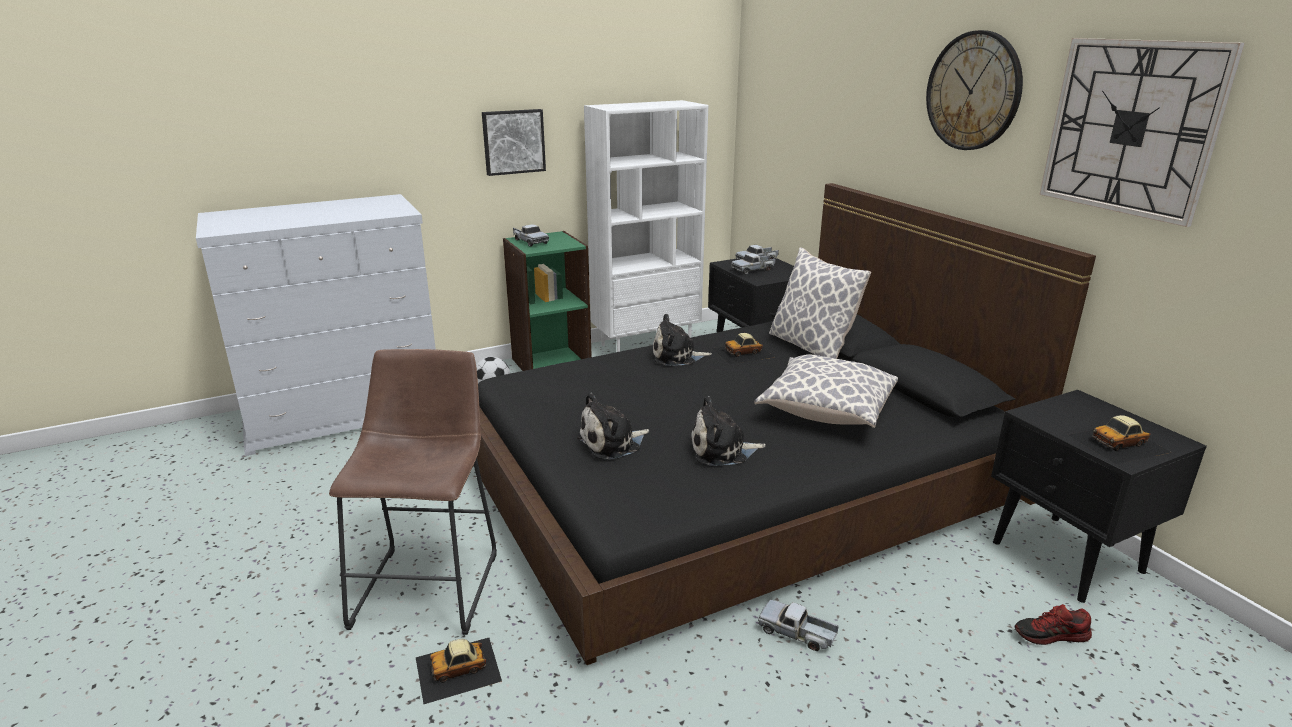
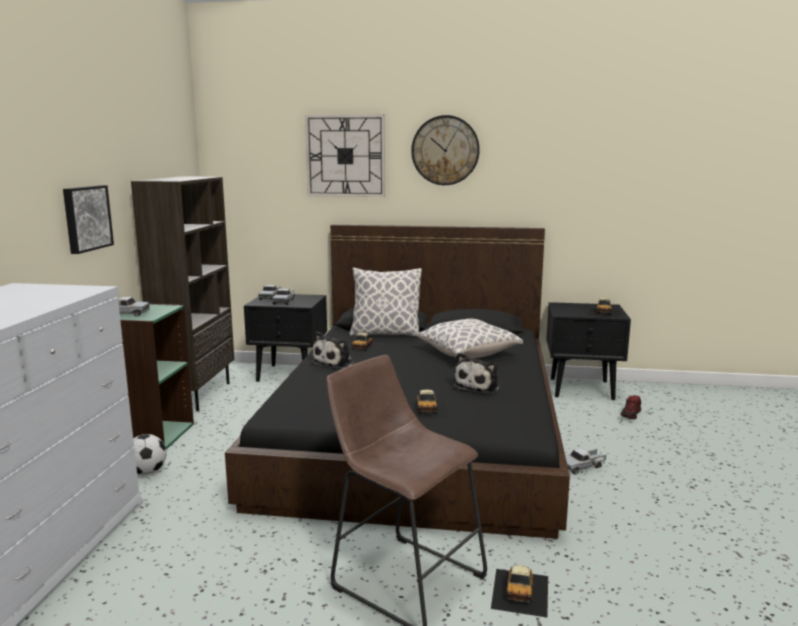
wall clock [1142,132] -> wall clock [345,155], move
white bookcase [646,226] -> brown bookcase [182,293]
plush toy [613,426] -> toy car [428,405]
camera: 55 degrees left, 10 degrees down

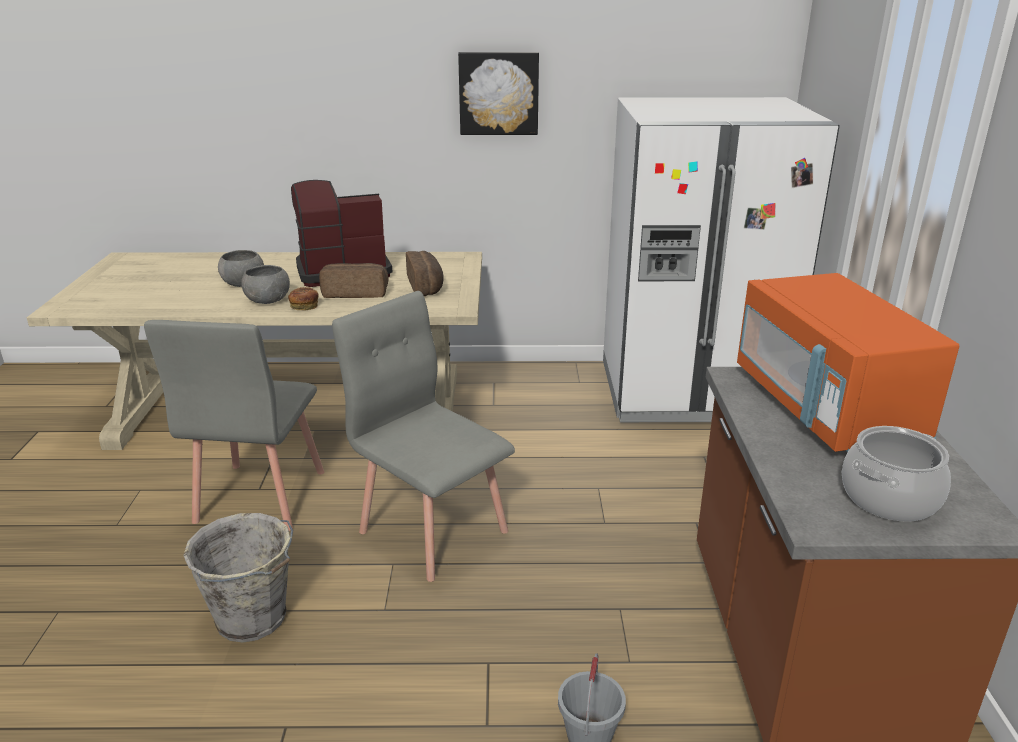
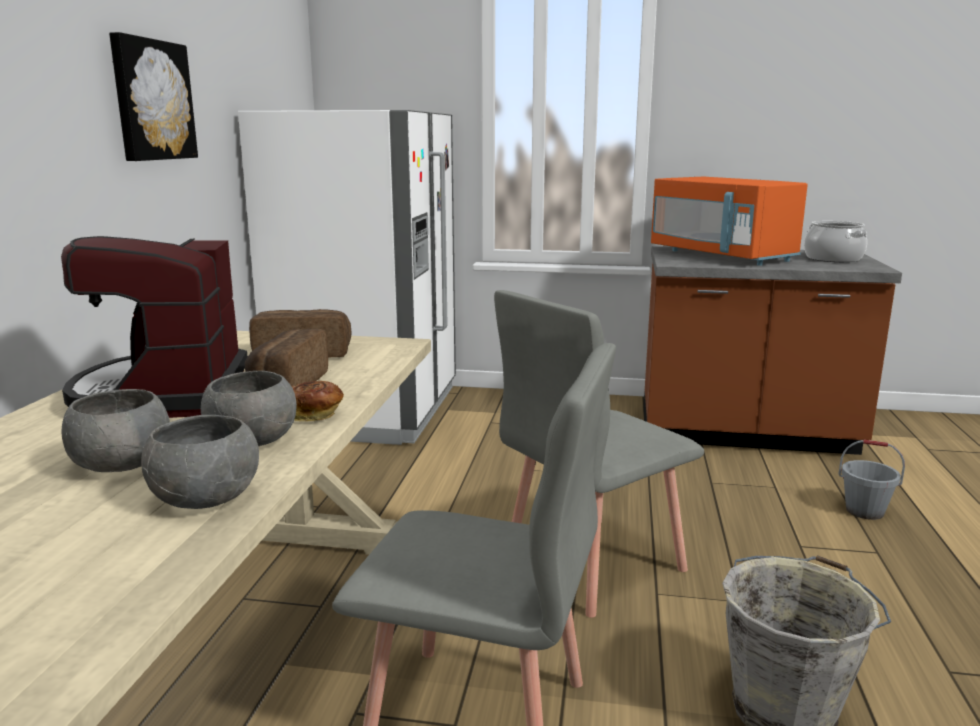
orange microwave [848,362] -> orange microwave [729,221], 60 degrees clockwise
none -> grey bowl [200,462]
camera: 80 degrees left, 10 degrees down

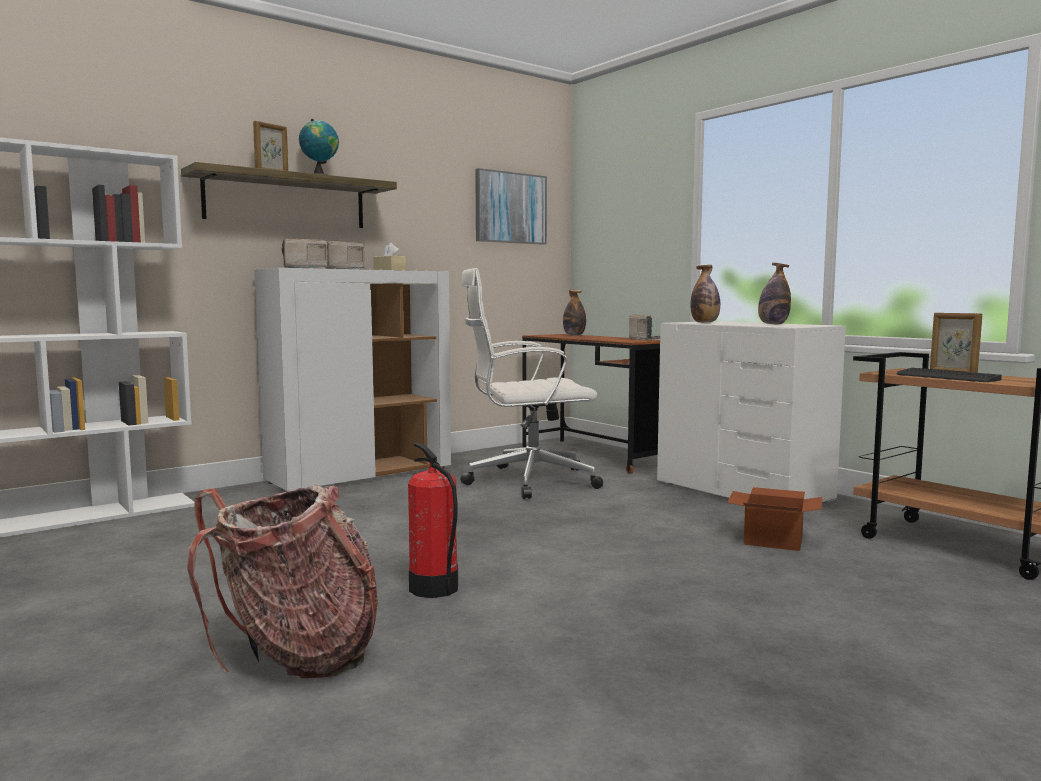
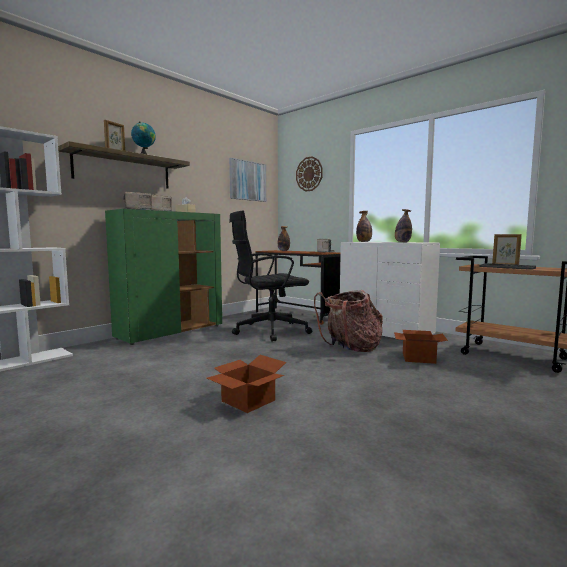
white cabinet [352,379] -> green cabinet [163,277]
white office chair [531,383] -> black office chair [270,276]
fire extinguisher [433,520] -> cardboard box [246,384]
backpack [282,581] -> backpack [348,321], move
none -> wall clock [309,174]
camera: 10 degrees left, 0 degrees up

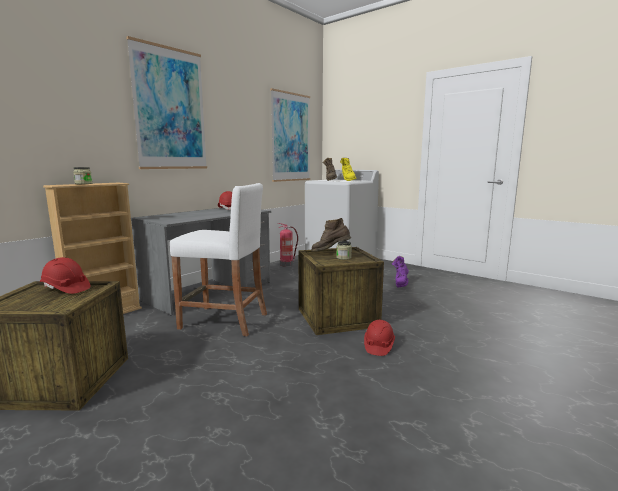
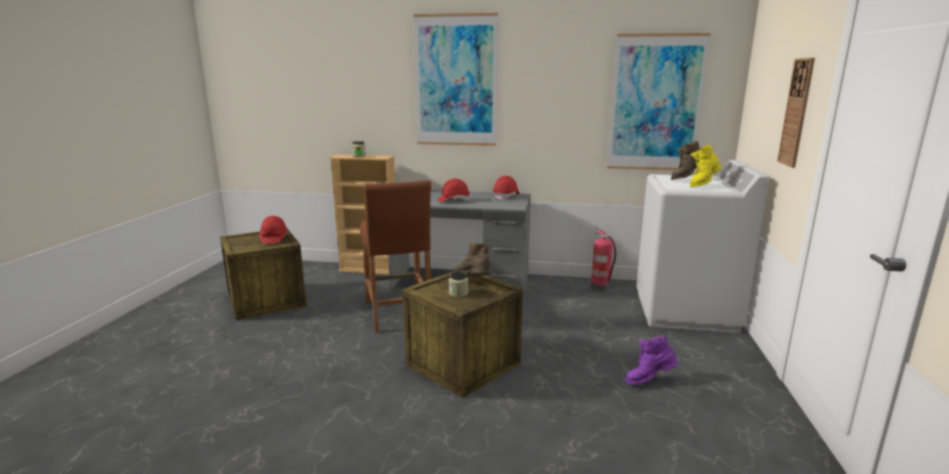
white stool [218,259] -> brown stool [395,256]
red hard hat [379,338] -> red hard hat [454,190], move
none -> wall clock [796,113]
camera: 60 degrees right, 5 degrees up

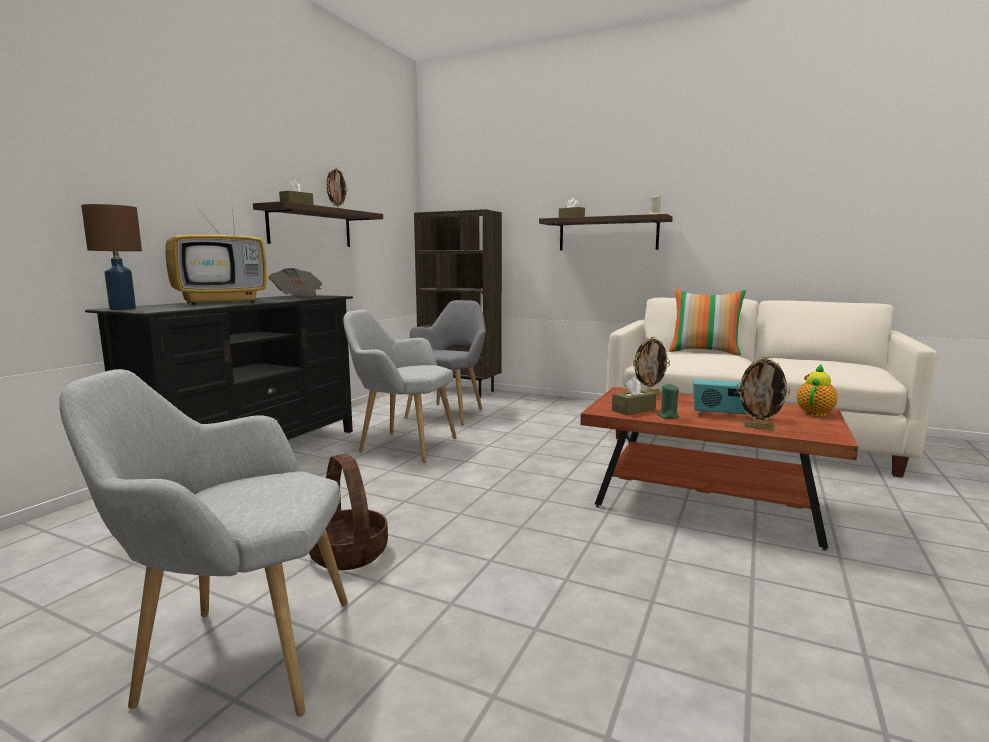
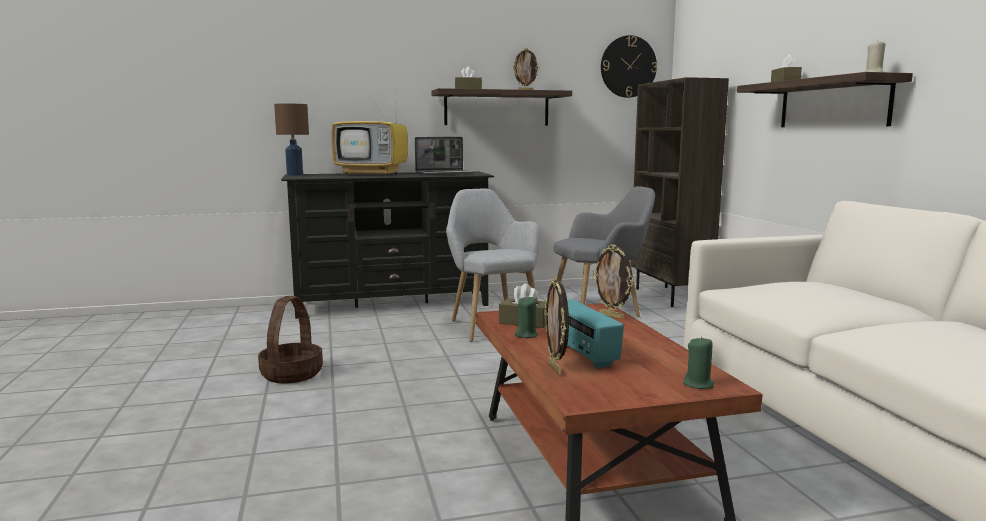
newspaper [295,282] -> laptop [444,156]
pillow [707,322] -> none
teapot [817,390] -> green candle [698,363]
grey armchair [204,543] -> none
none -> wall clock [629,66]
camera: 50 degrees right, 0 degrees up

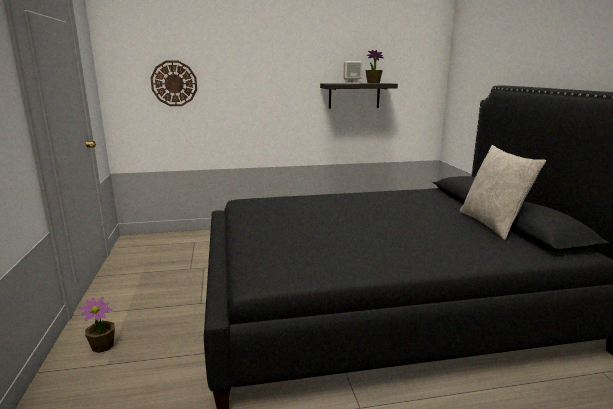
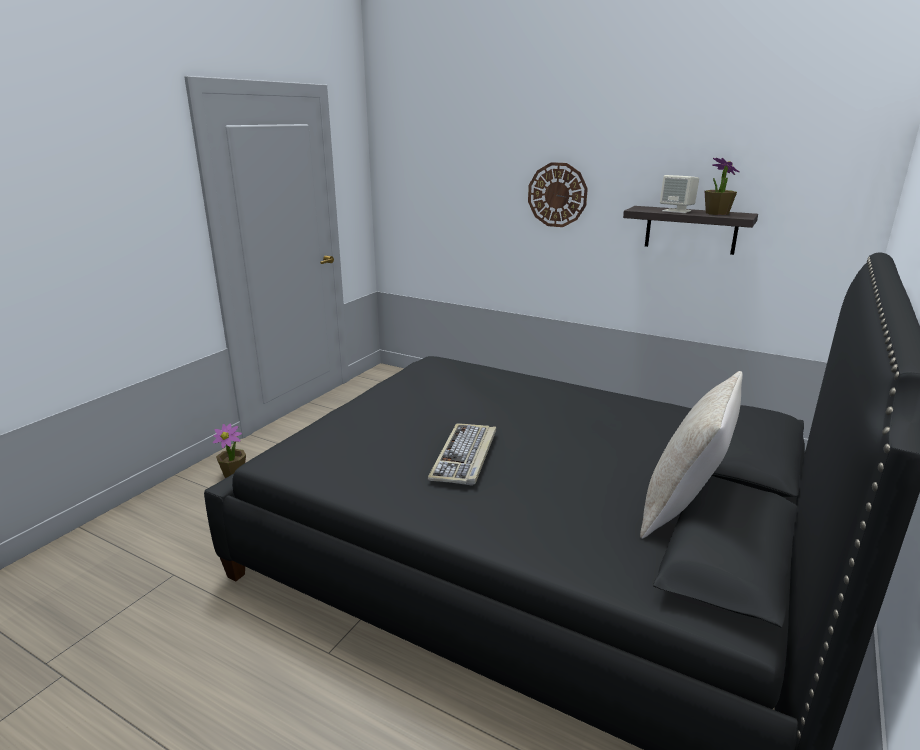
wall clock [173,83] -> wall clock [558,194], move
none -> keyboard [462,454]
camera: 40 degrees right, 5 degrees up

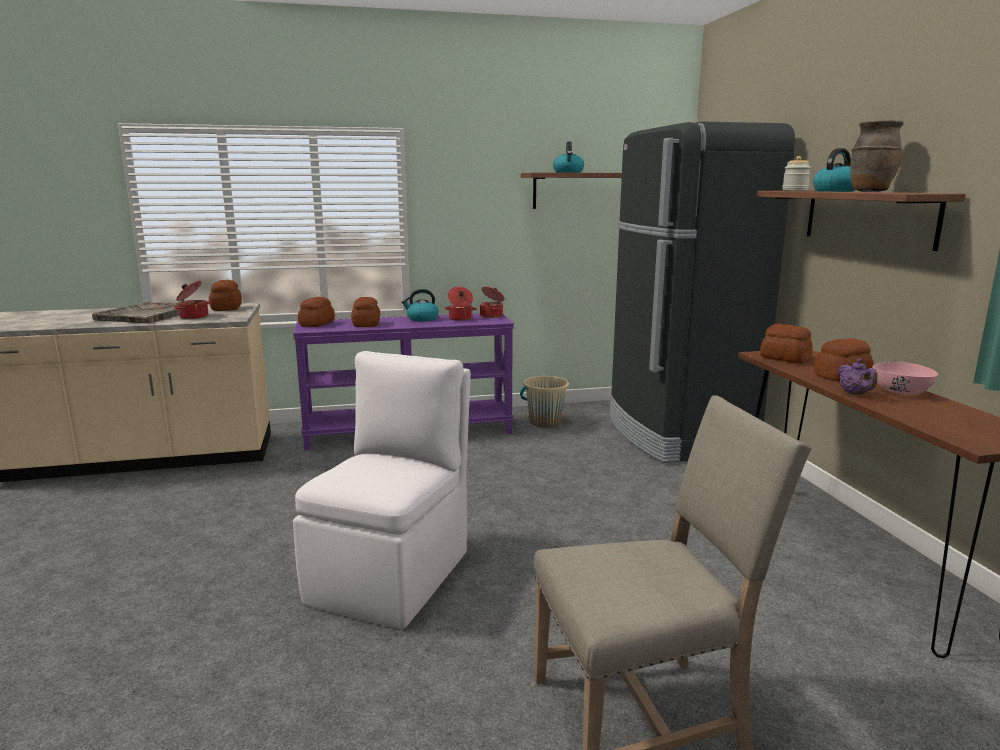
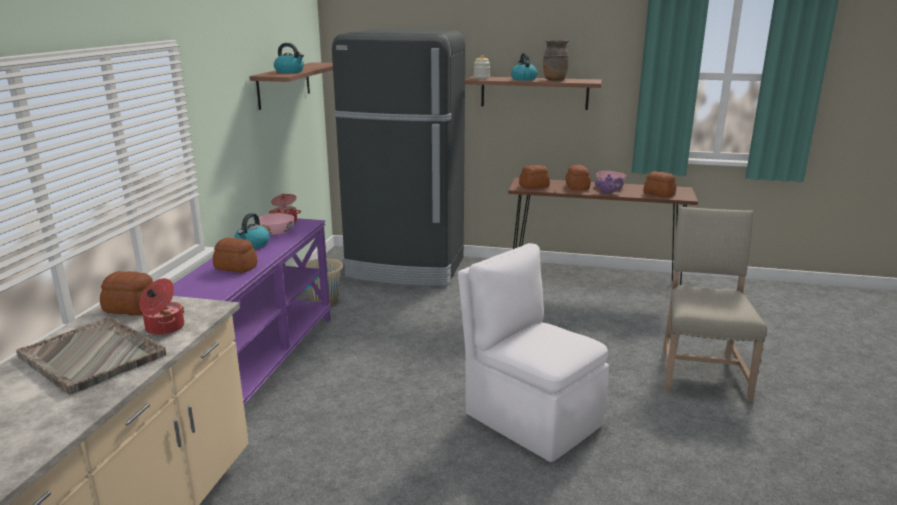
cooking pot [460,304] -> pink bowl [276,223]
bread [316,312] -> bread [659,184], move
camera: 65 degrees left, 5 degrees up

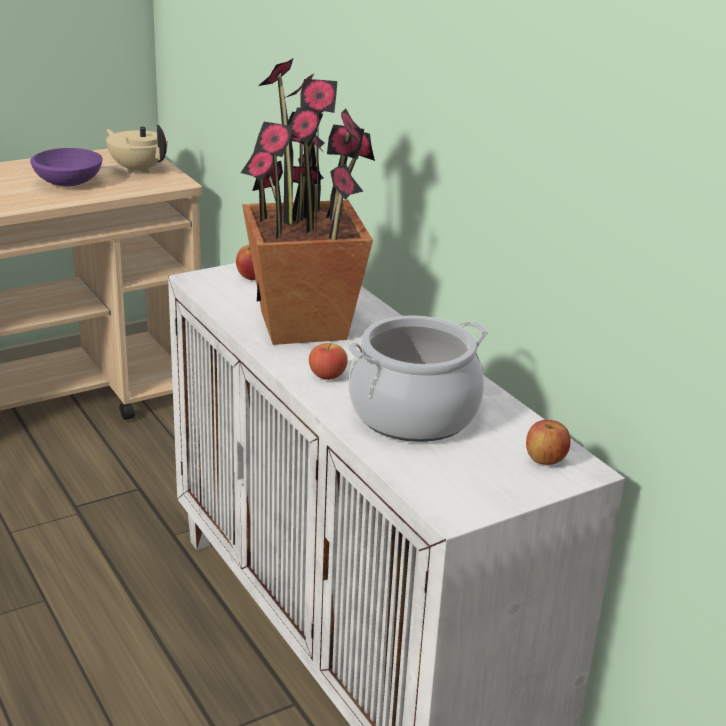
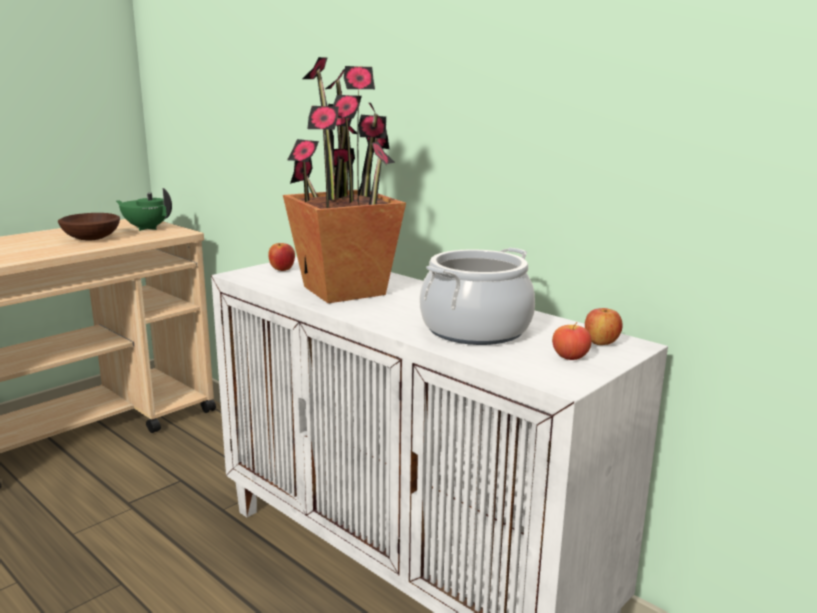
beige teapot [137,149] -> green teapot [144,209]
purple bowl [66,167] -> brown bowl [89,227]
apple [328,361] -> apple [572,341], move
camera: 15 degrees left, 10 degrees down

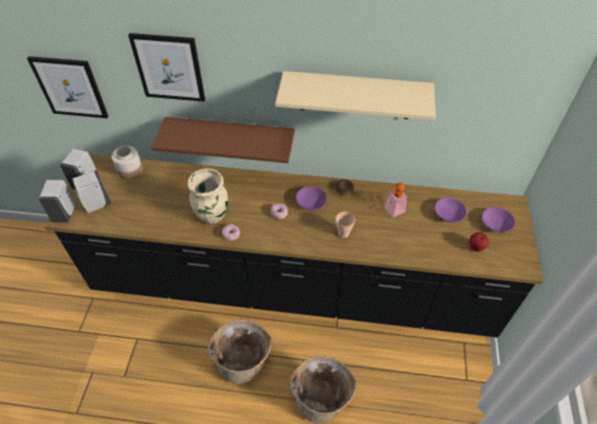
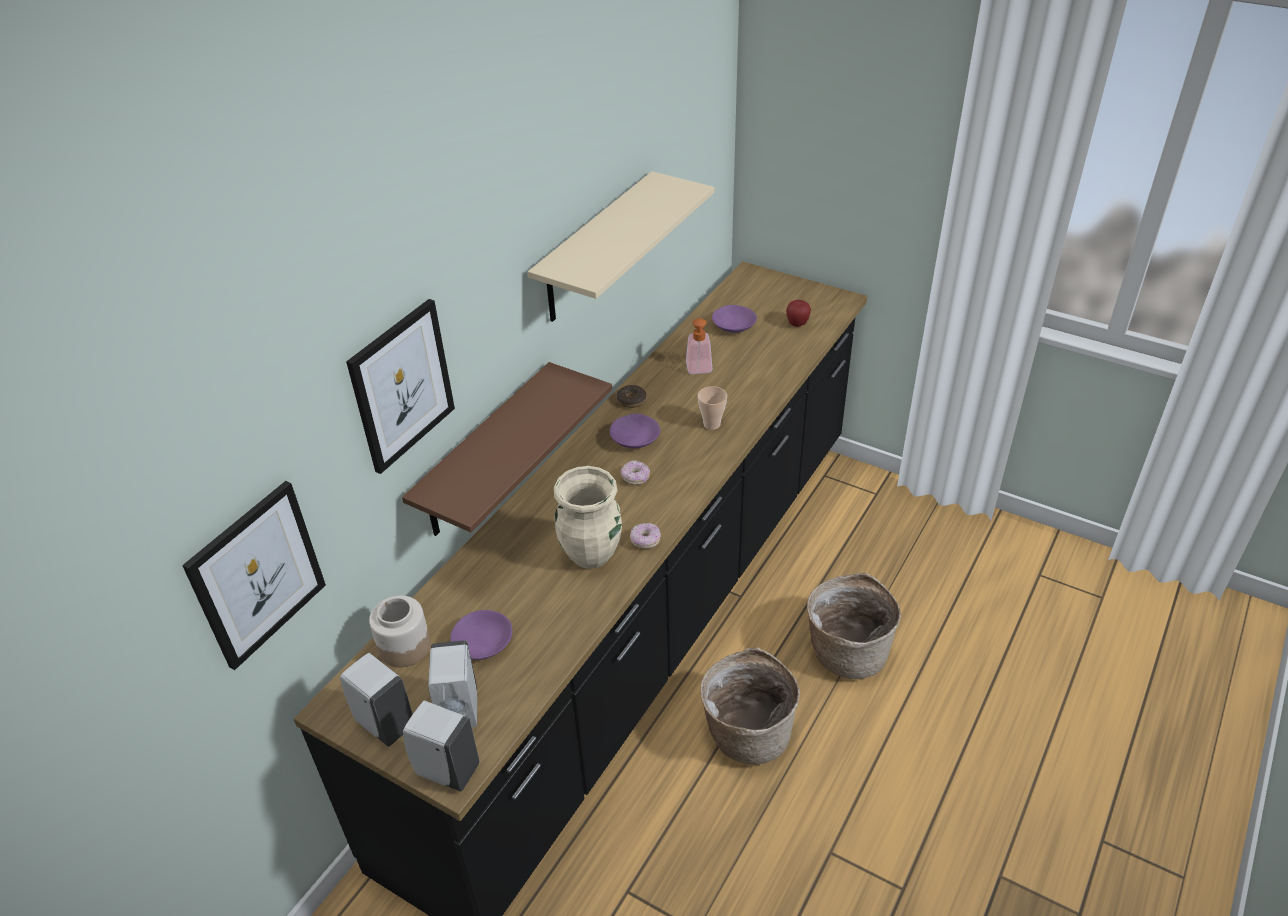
purple bowl [498,220] -> purple bowl [481,635], move
camera: 65 degrees left, 10 degrees down

